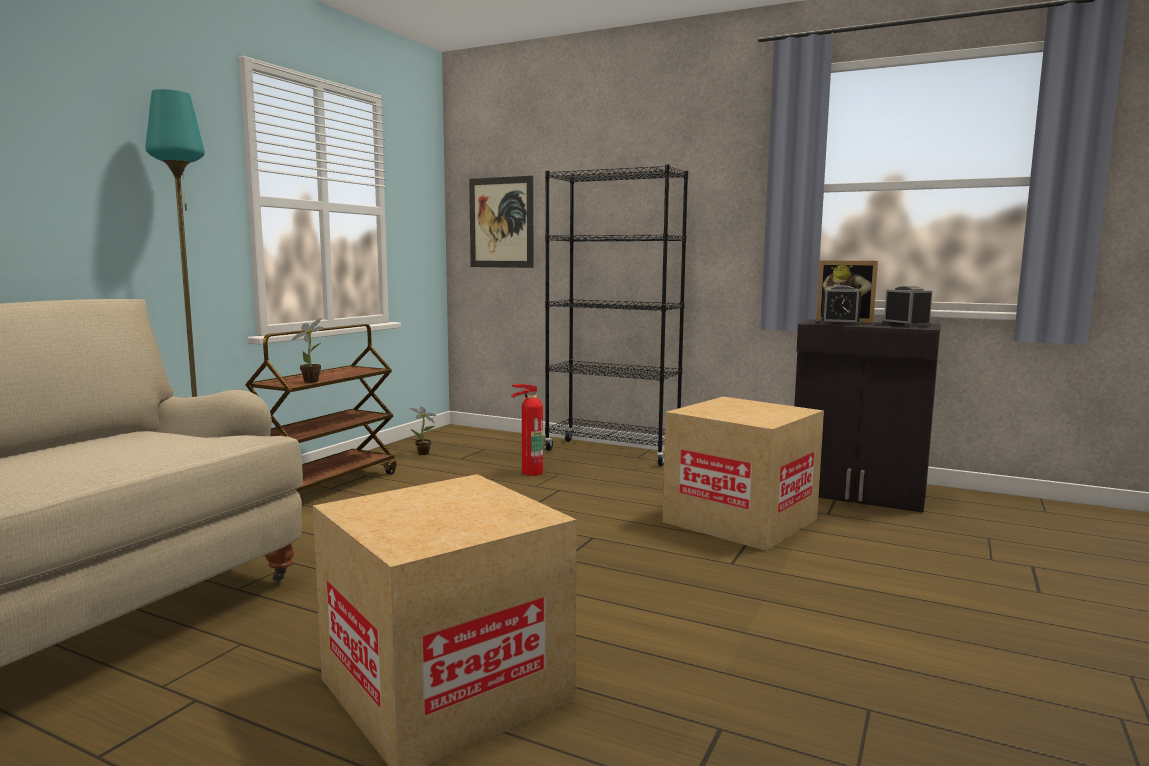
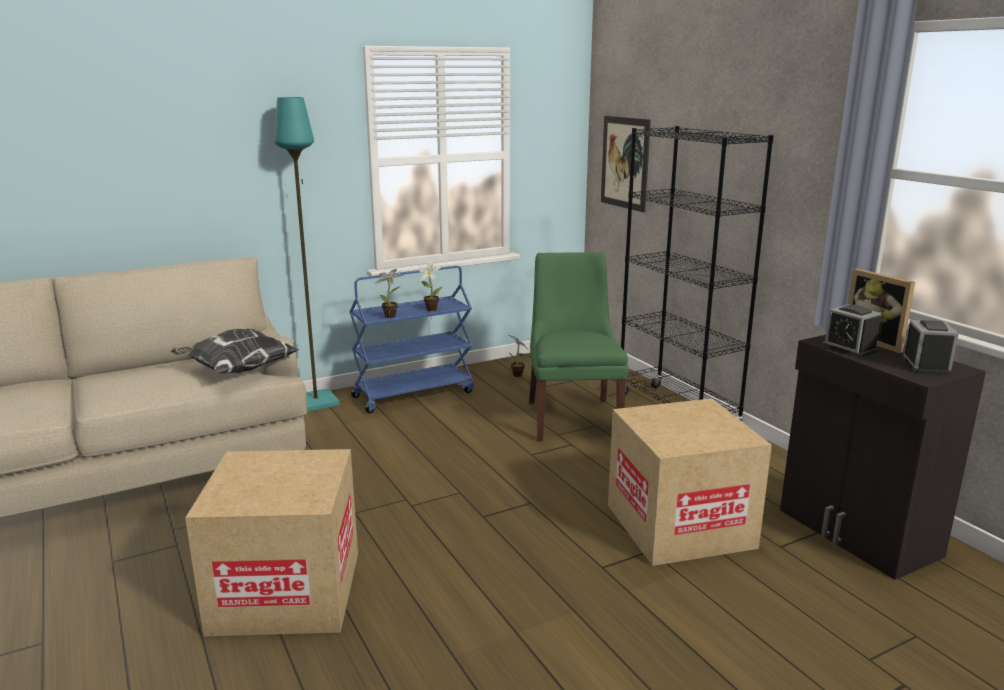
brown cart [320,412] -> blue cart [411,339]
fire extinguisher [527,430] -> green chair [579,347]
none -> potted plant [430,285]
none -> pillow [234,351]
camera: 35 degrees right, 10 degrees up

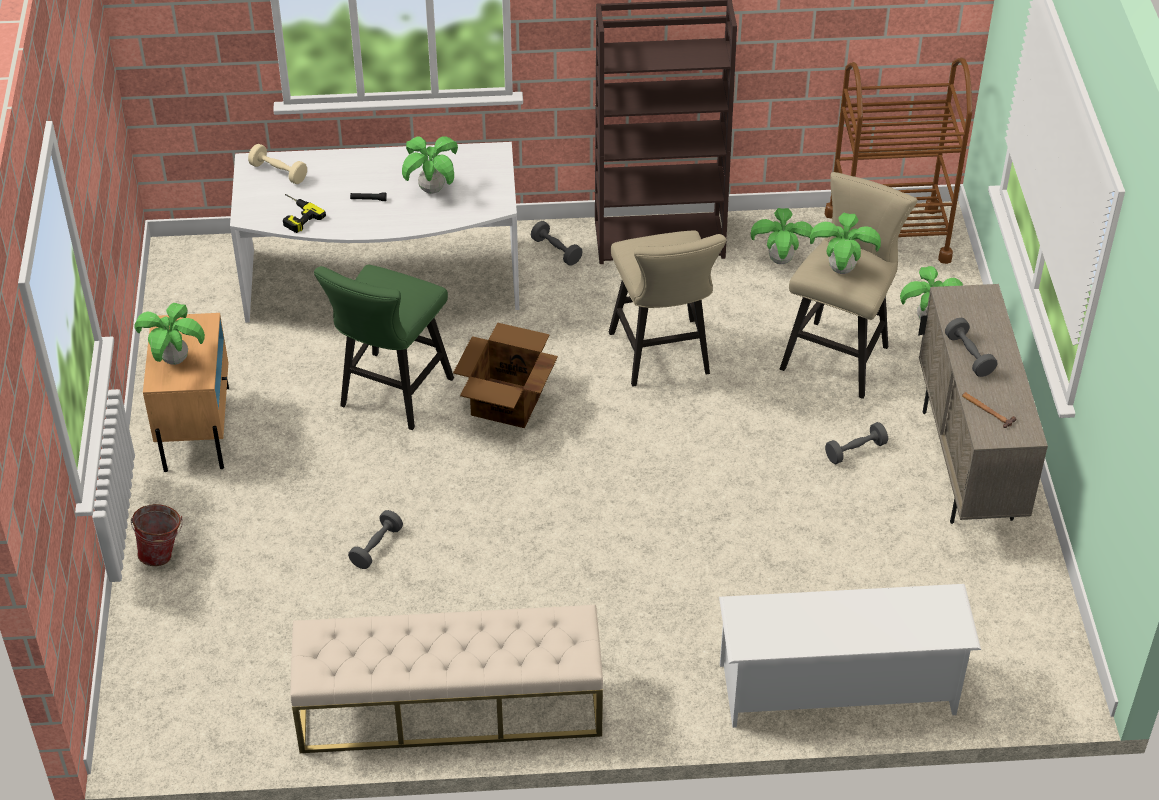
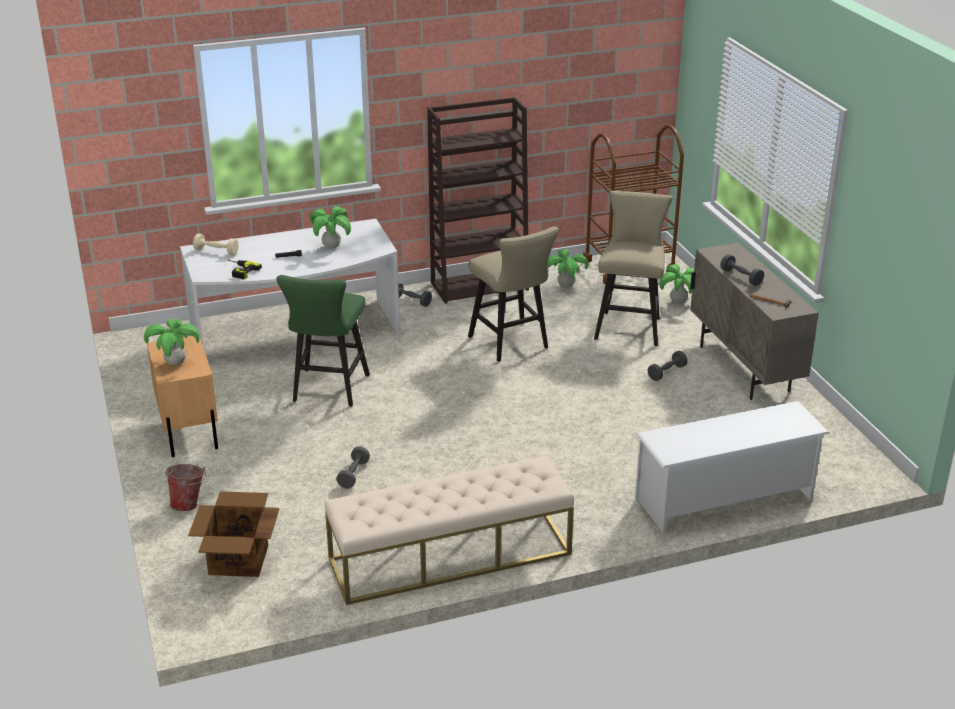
potted plant [845,243] -> none
cardboard box [505,375] -> cardboard box [233,534], move
camera: 15 degrees left, 15 degrees down

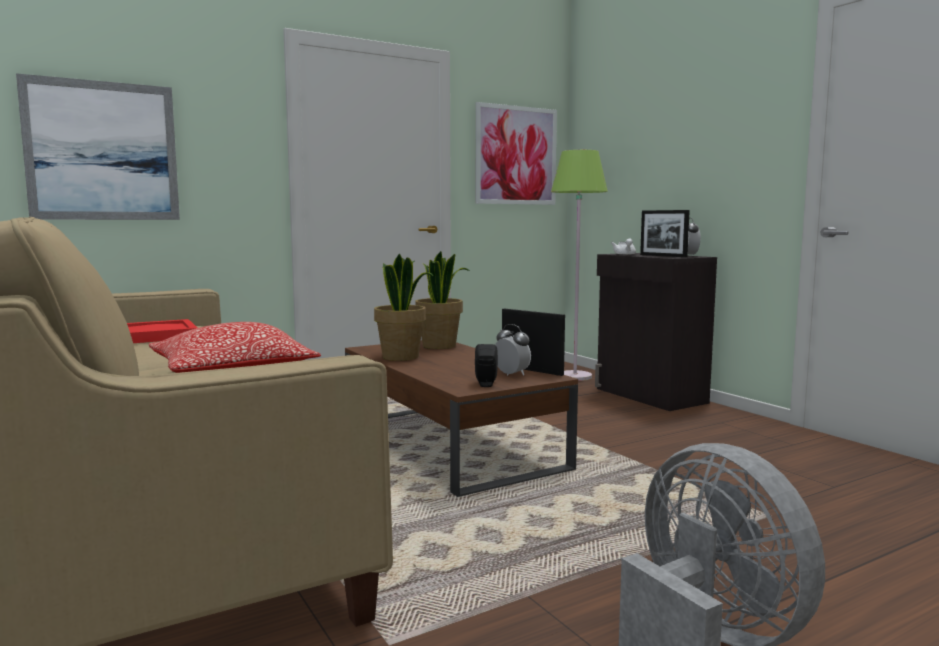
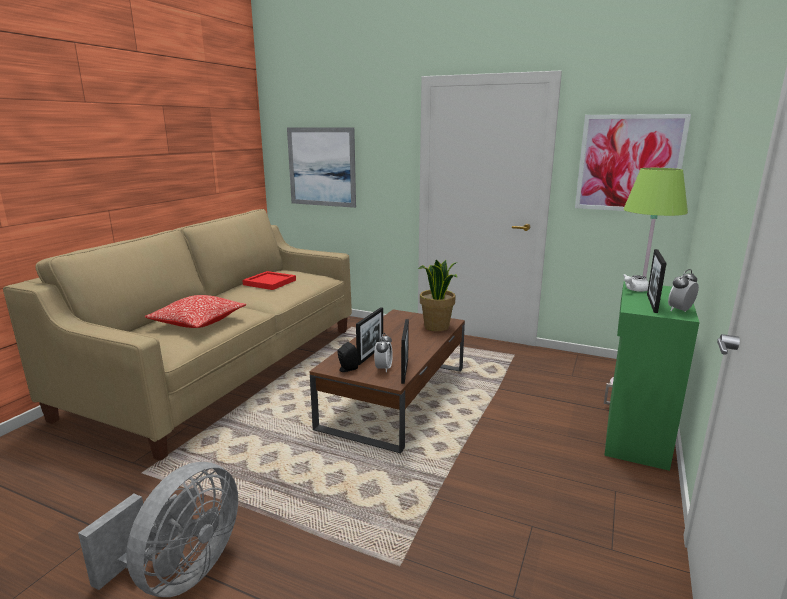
black cabinet [656,332] -> green cabinet [652,376]
potted plant [403,307] -> none
none -> picture frame [369,336]
camera: 55 degrees right, 10 degrees up

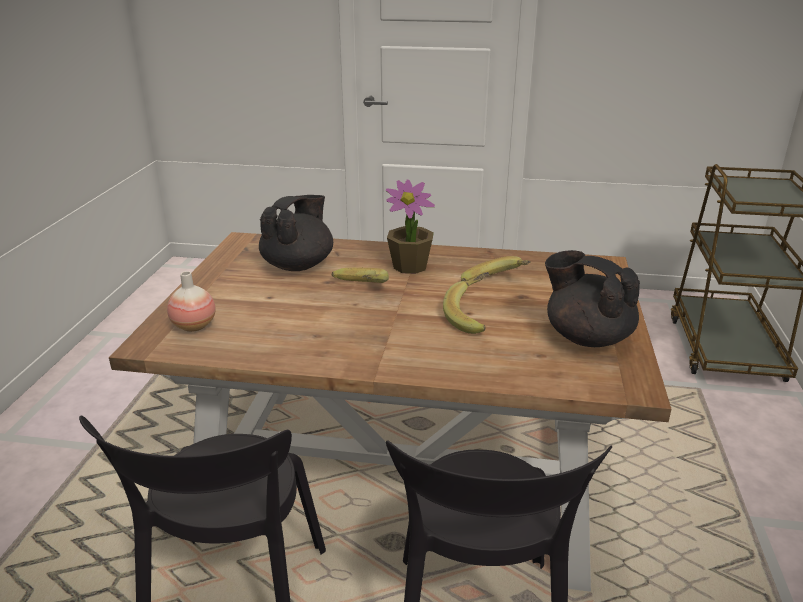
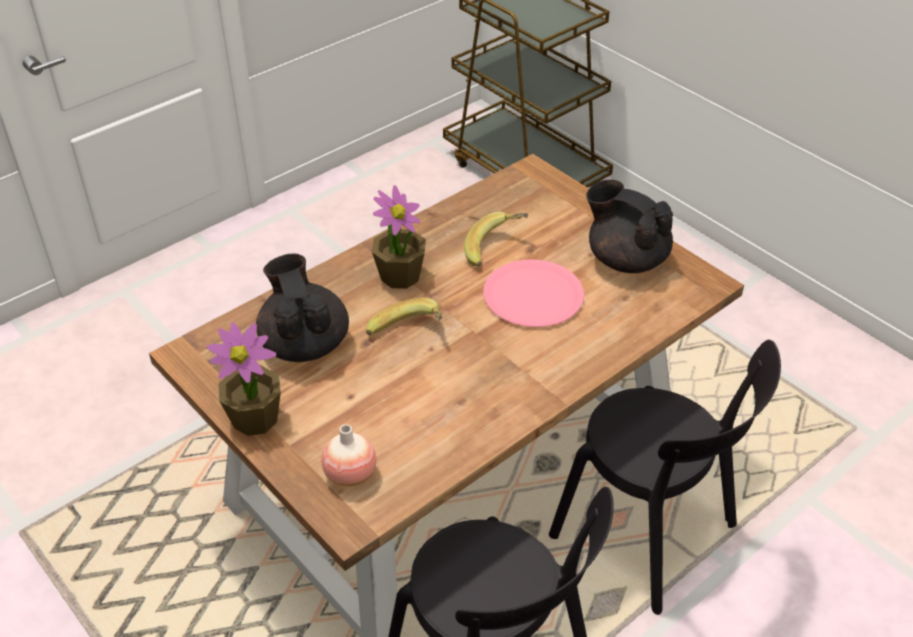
black teapot [592,298] -> black teapot [629,226], 45 degrees clockwise
banana [466,303] -> pink plate [533,293]
none -> potted plant [244,379]
camera: 50 degrees left, 15 degrees up

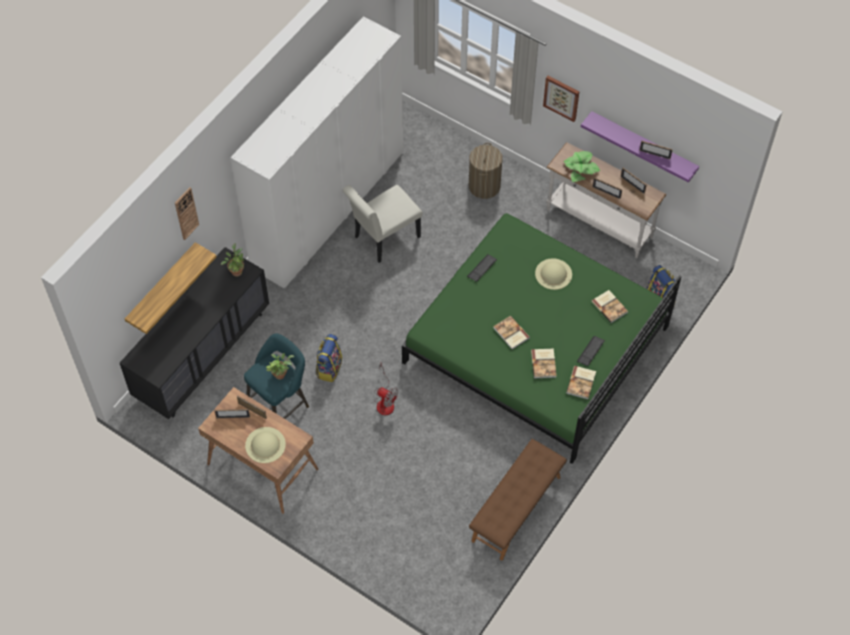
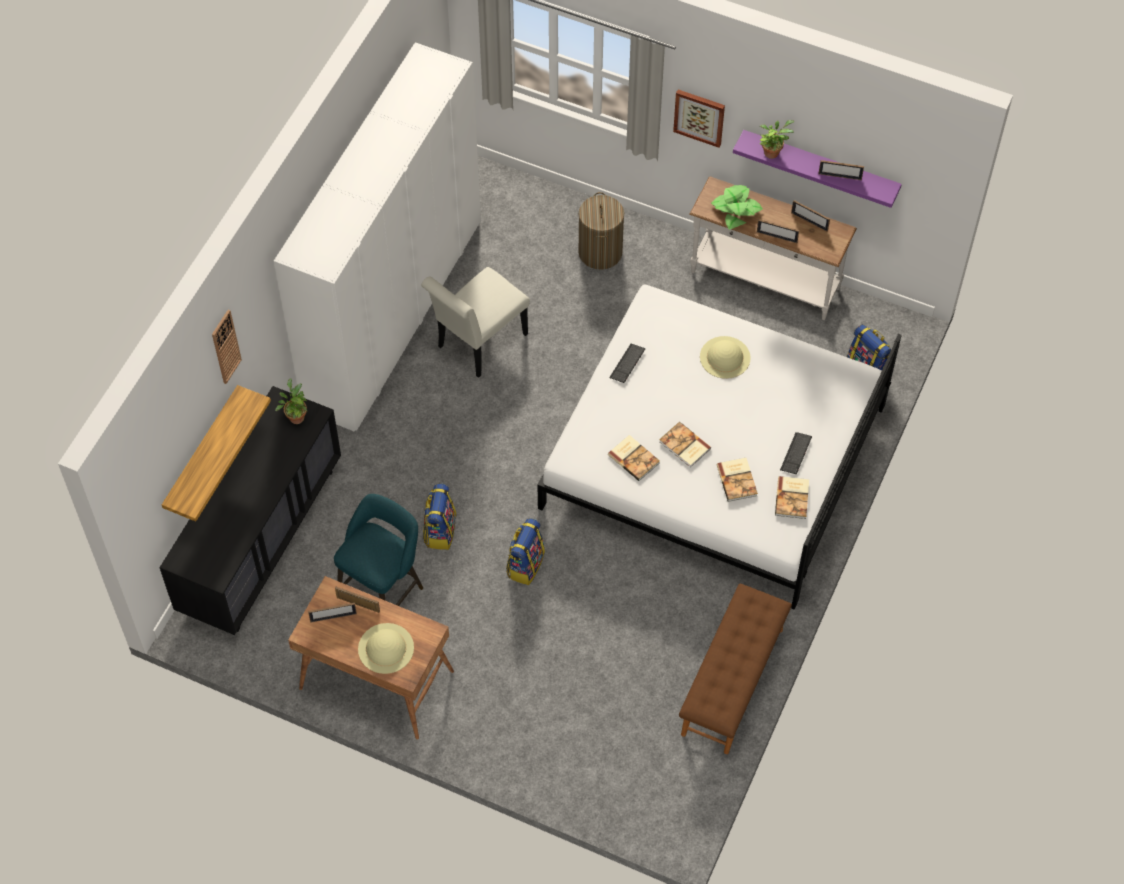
green bed [542,338] -> white bed [719,447]
book [609,306] -> book [634,458], move
potted plant [280,366] -> potted plant [777,139], move
fan [386,388] -> backpack [525,551]
camera: 10 degrees left, 0 degrees up

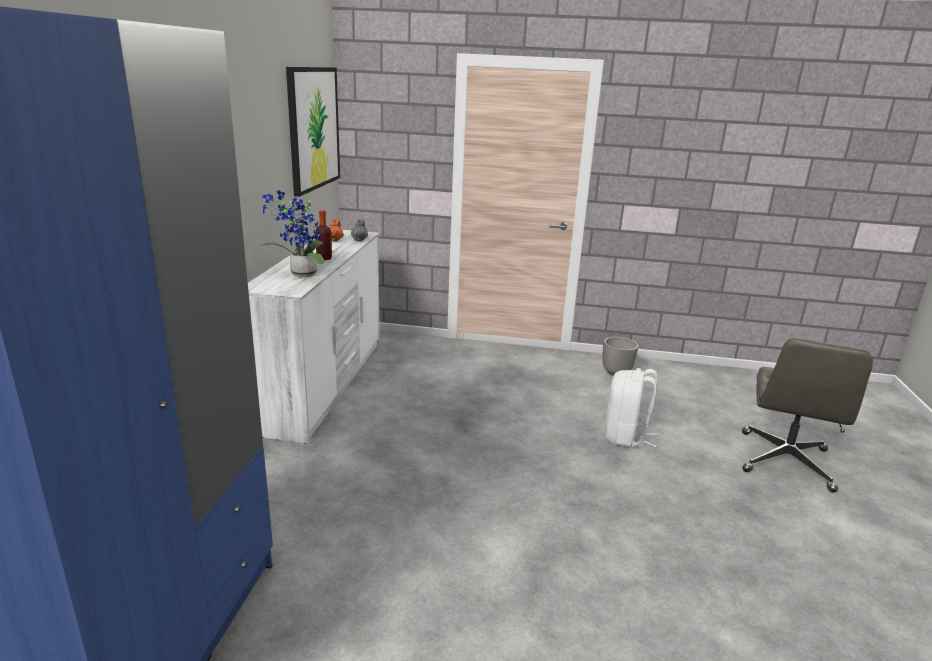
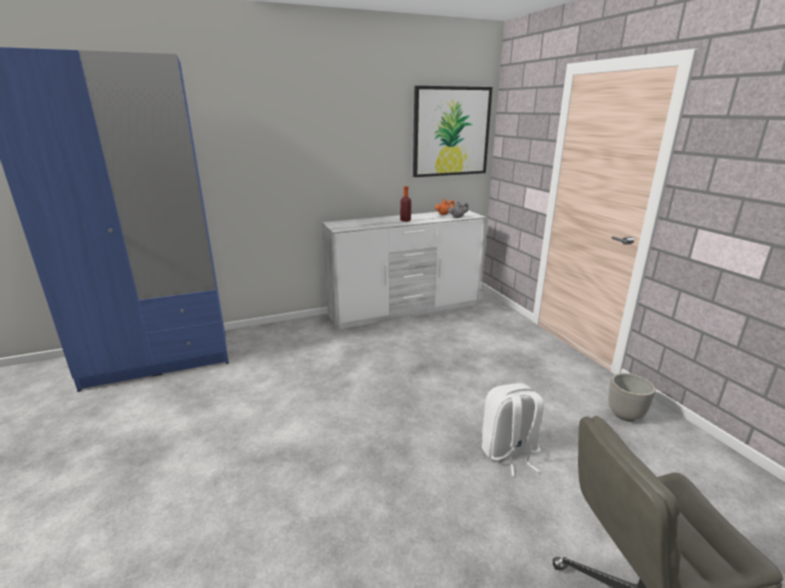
potted plant [292,233] -> none
camera: 60 degrees right, 0 degrees up

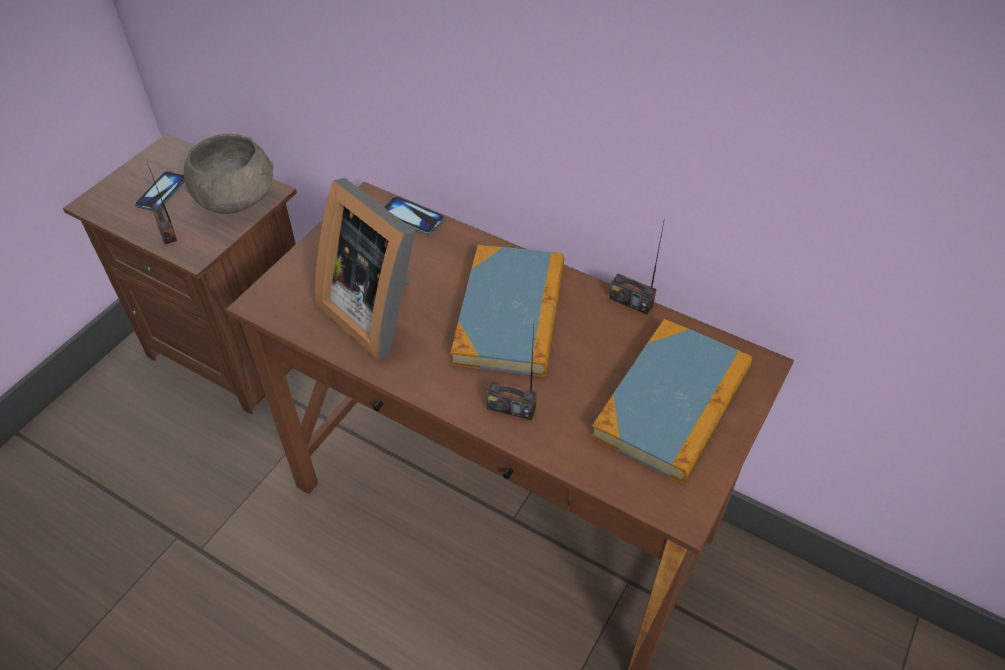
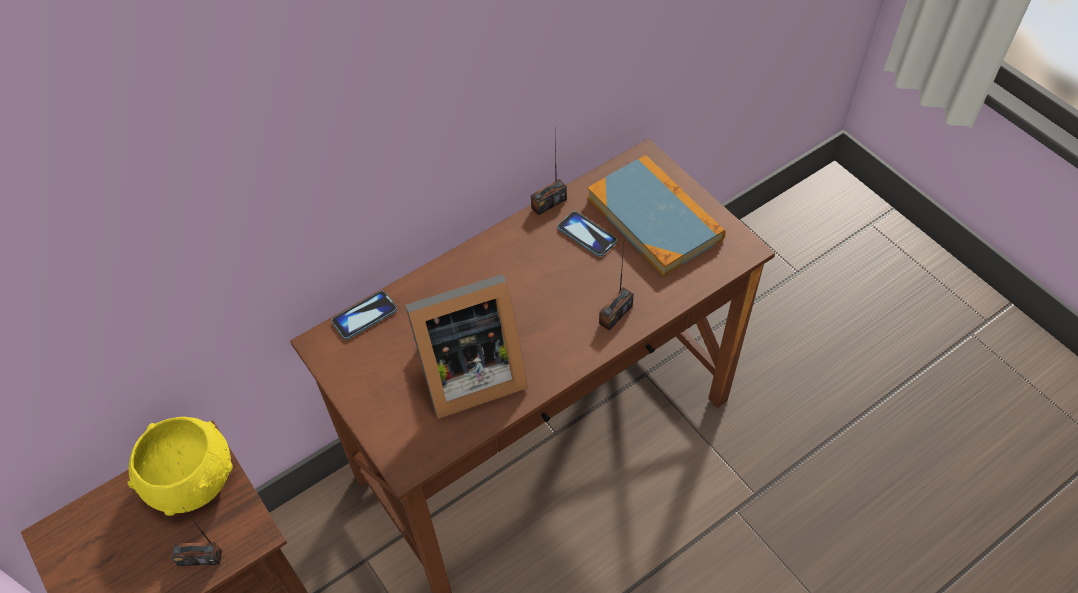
grey bowl [229,174] -> yellow bowl [180,466]
phone [160,191] -> phone [587,234], move
book [507,311] -> none
camera: 65 degrees left, 5 degrees up

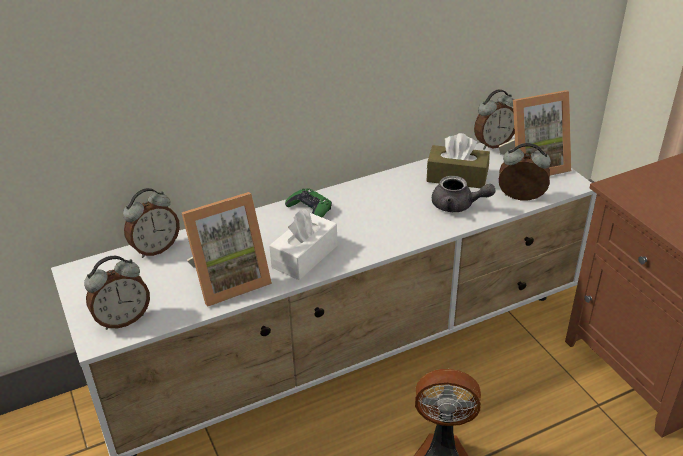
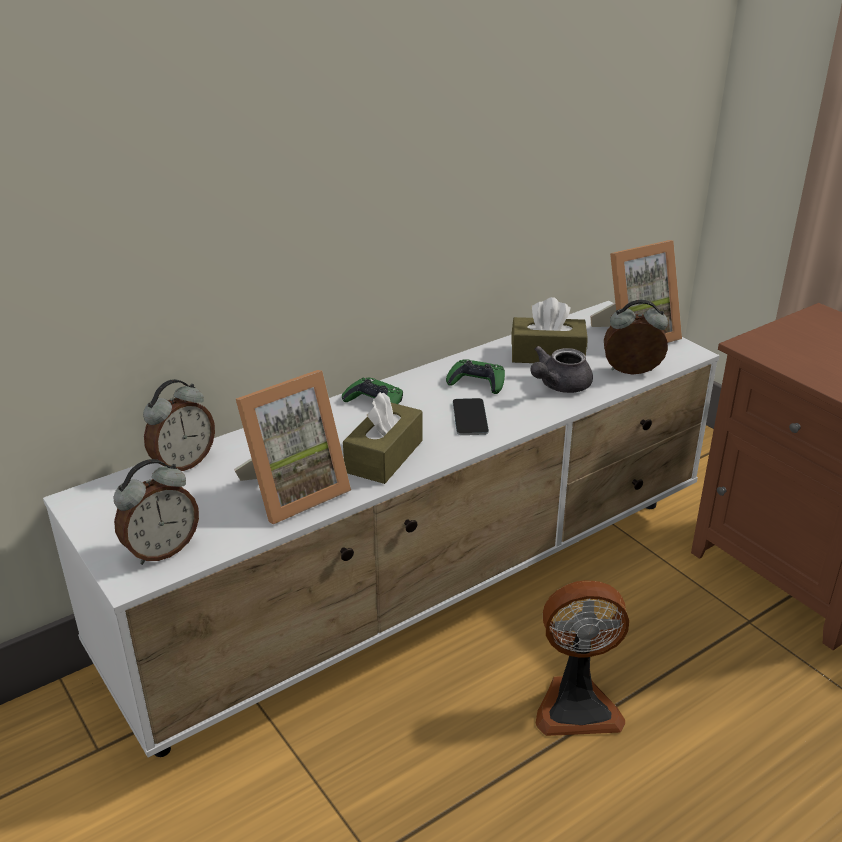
alarm clock [494,119] -> none
grey teapot [464,194] -> grey teapot [561,369], 120 degrees clockwise
white tissue box [303,244] -> brown tissue box [383,438]
none -> green game controller [475,376]
none -> phone [471,416]
camera: 10 degrees left, 5 degrees down

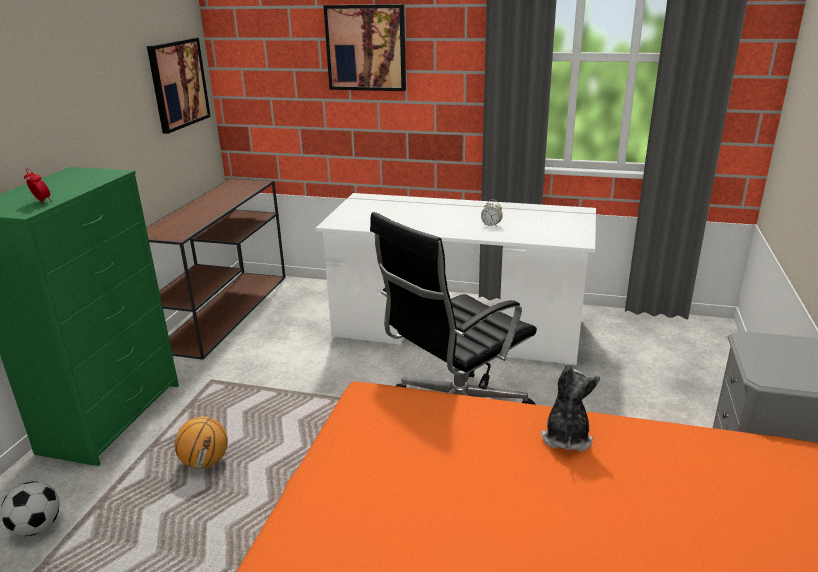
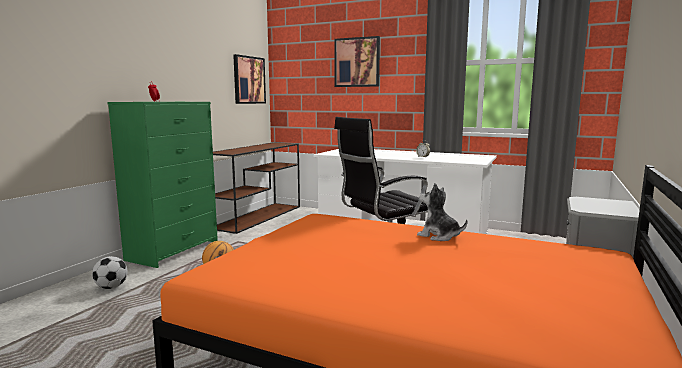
plush toy [570,407] -> plush toy [442,212], 75 degrees counterclockwise
camera: 10 degrees right, 15 degrees down

